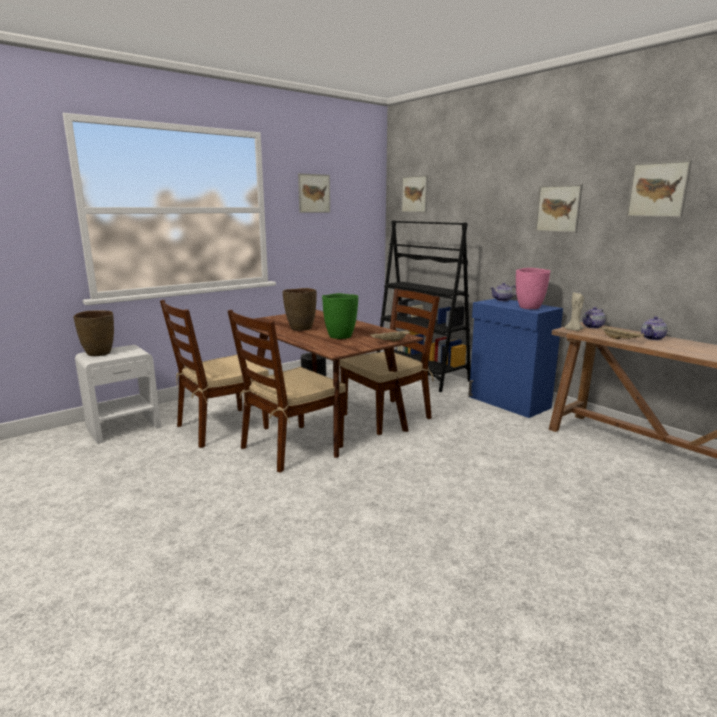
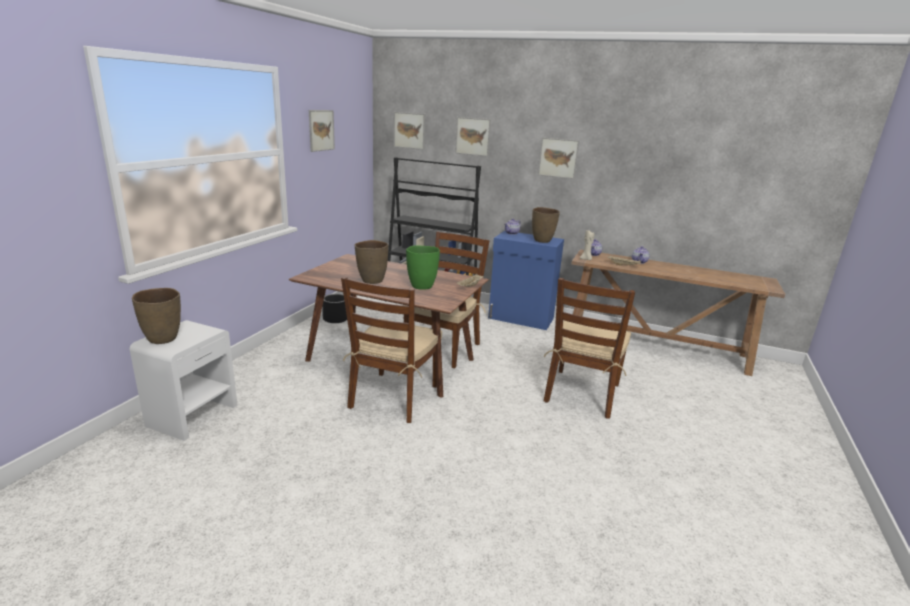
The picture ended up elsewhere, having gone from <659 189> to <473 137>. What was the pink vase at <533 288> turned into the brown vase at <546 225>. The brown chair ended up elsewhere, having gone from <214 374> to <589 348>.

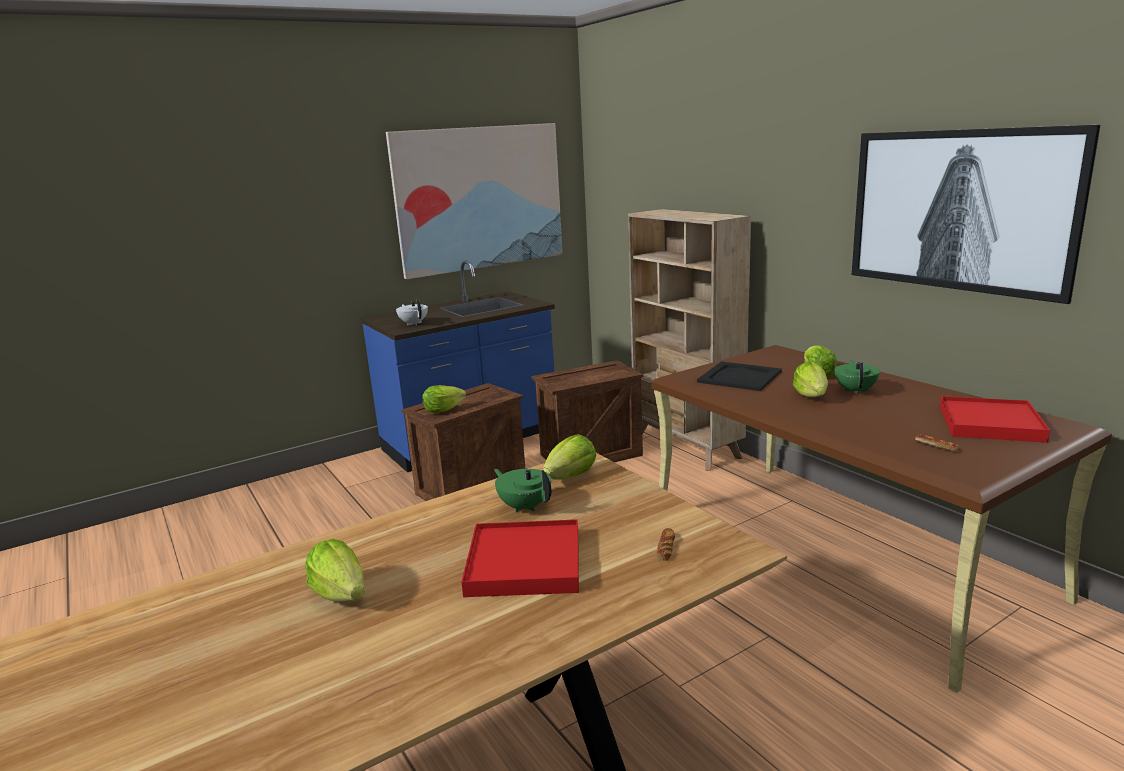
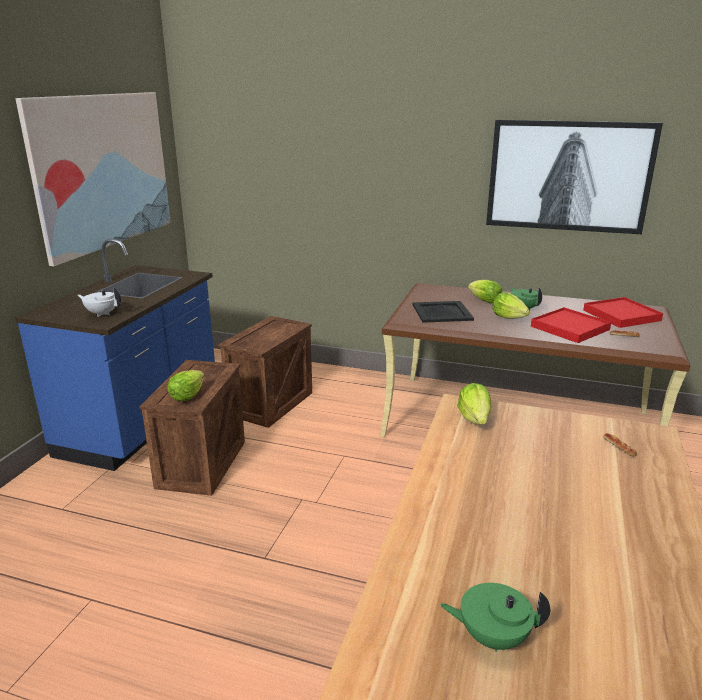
The second view lost the beige bookcase at <689 340>. The green teapot ended up elsewhere, having gone from <522 490> to <495 617>. The red tray ended up elsewhere, having gone from <520 558> to <571 325>. The second view lost the lettuce at <334 570>.

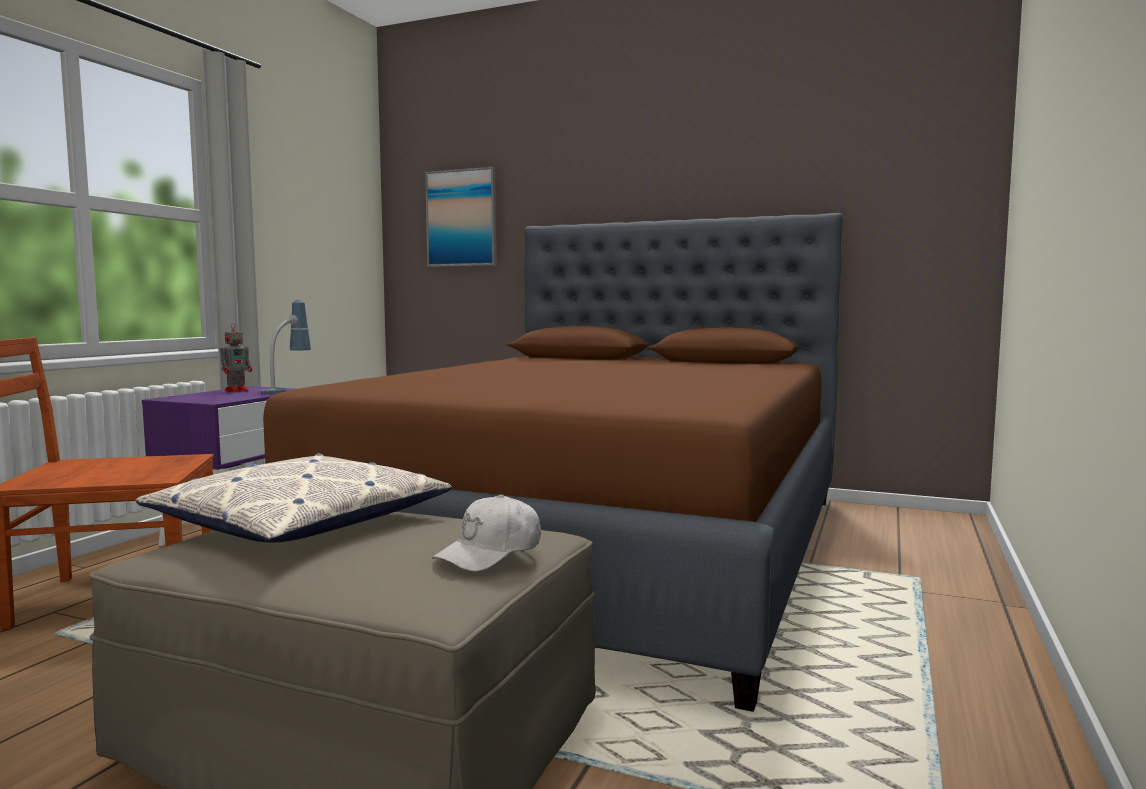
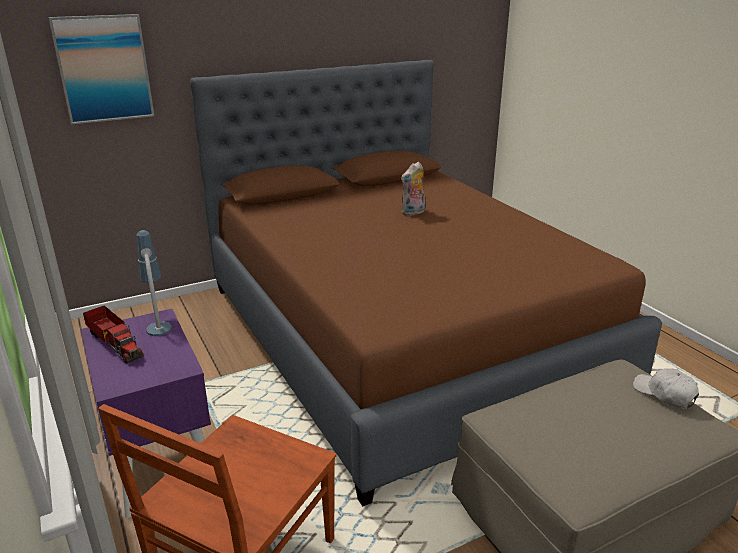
Where the toy robot stood at <236 357>, the toy truck came to stand at <113 335>. The second view lost the pillow at <294 497>. The white cap at <486 533> ended up facing another way, 150 degrees clockwise from before. The second view gained the plush toy at <413 189>.

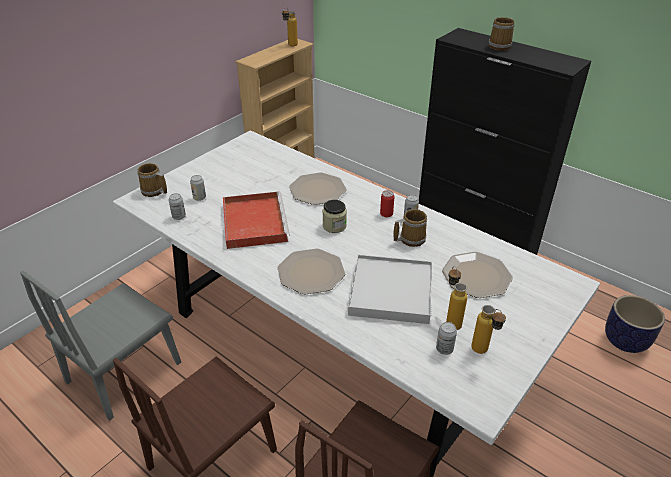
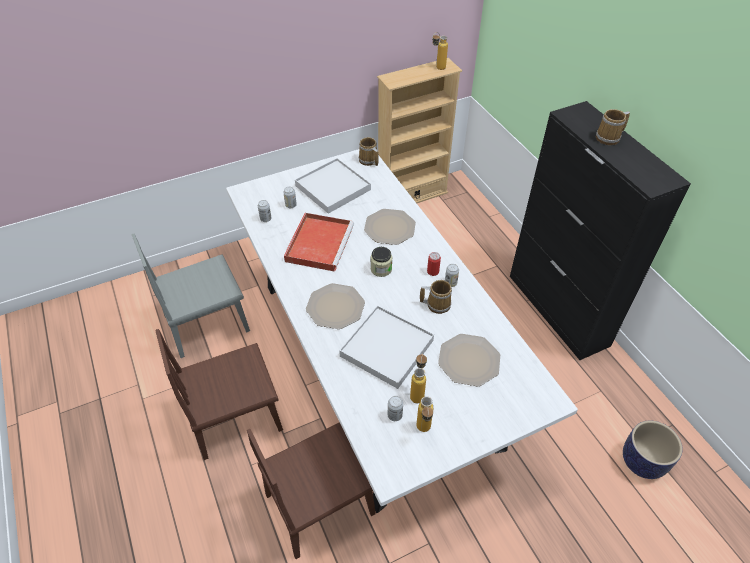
The mug ended up elsewhere, having gone from <152 180> to <369 151>. The second view gained the white tray at <333 186>.

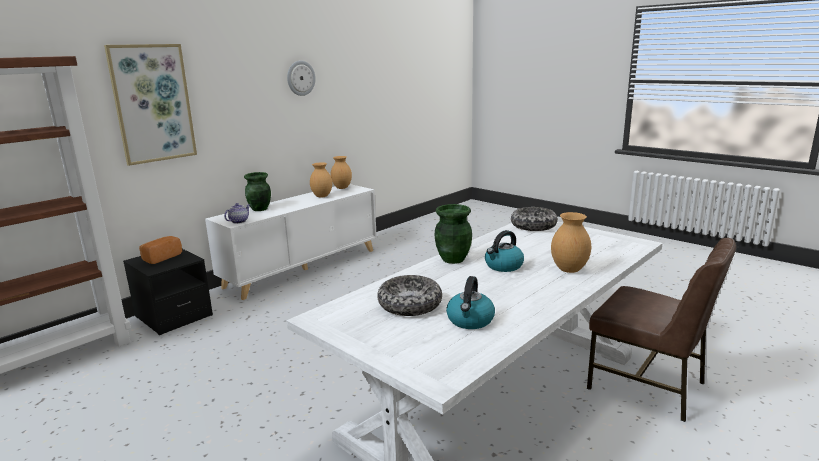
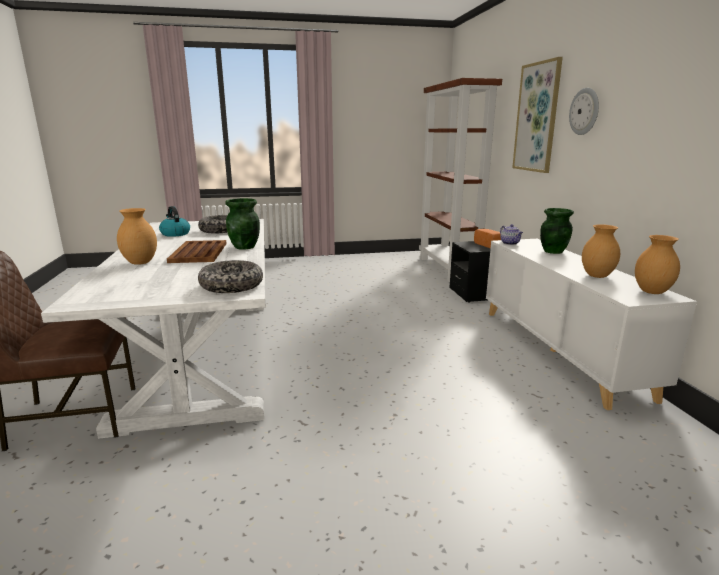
The wall clock ended up elsewhere, having gone from <301 78> to <584 111>. Where the kettle stood at <504 251>, the brown tray came to stand at <197 251>.

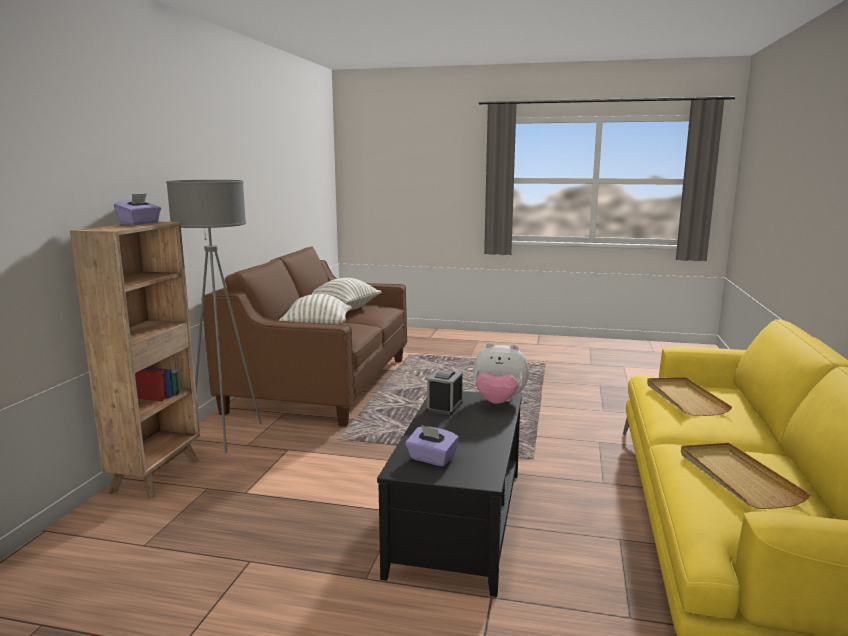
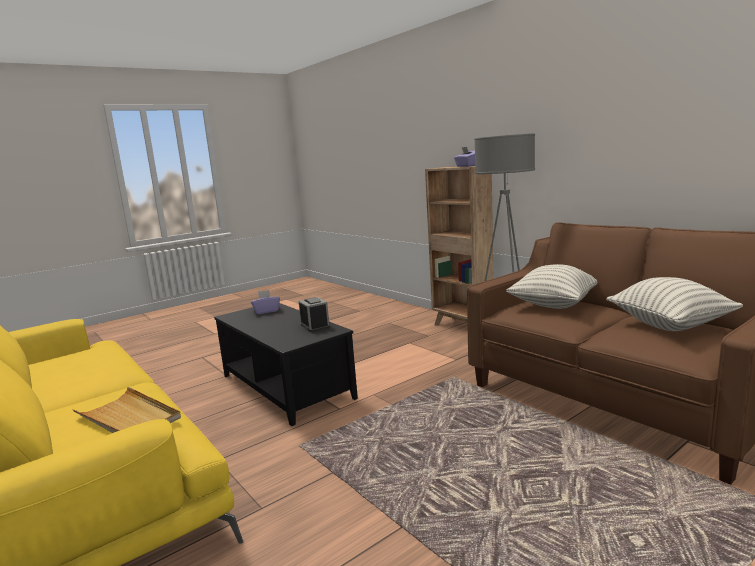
The second view lost the plush toy at <501 373>. The second view lost the beige tray at <746 476>.

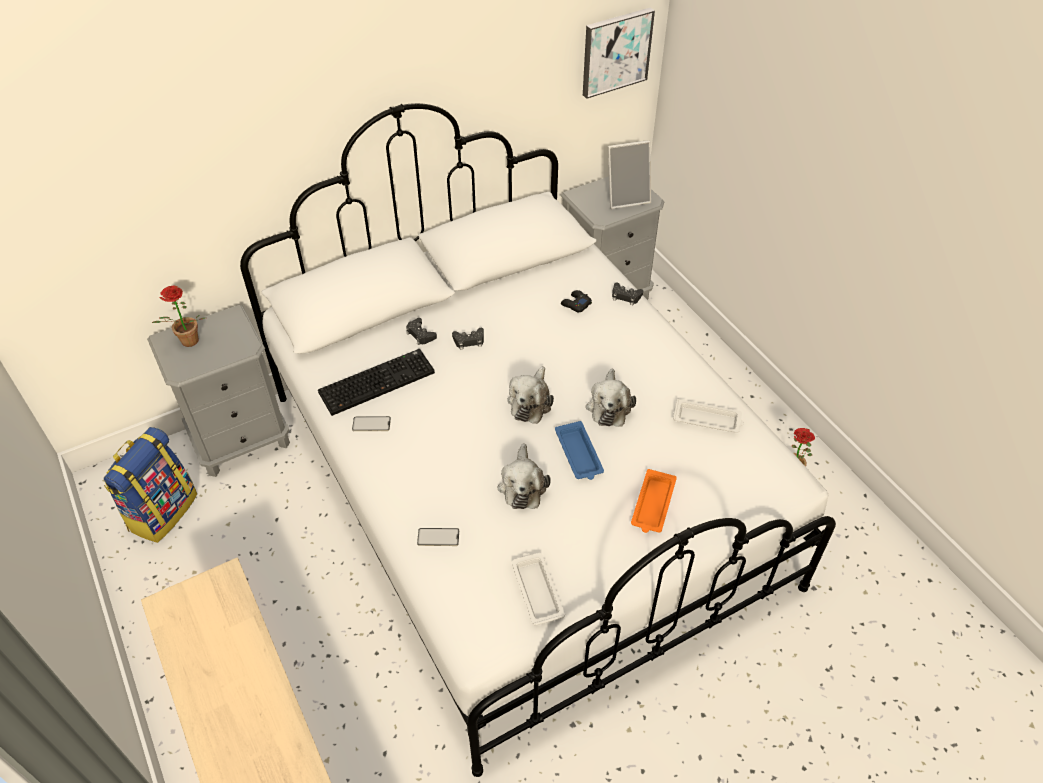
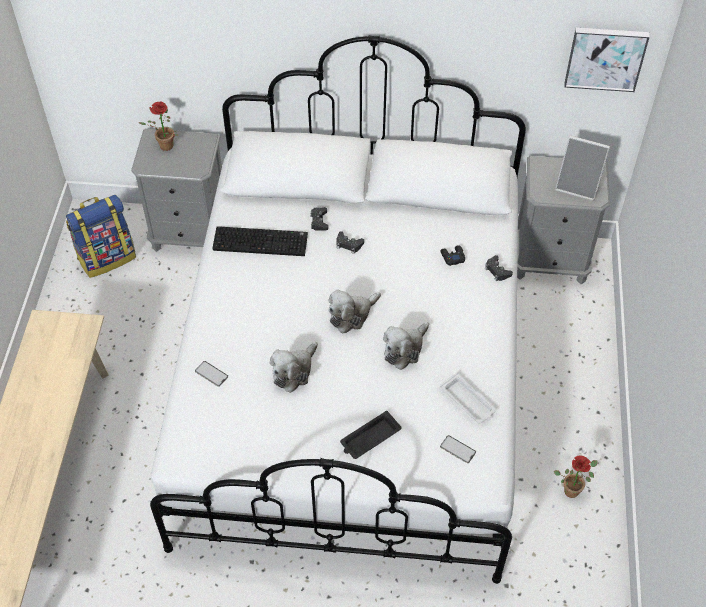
The phone ended up elsewhere, having gone from <371 423> to <458 449>. The second view lost the blue tray at <579 450>. What was the orange tray at <654 501> turned into the black tray at <371 435>. The second view lost the white tray at <538 589>.

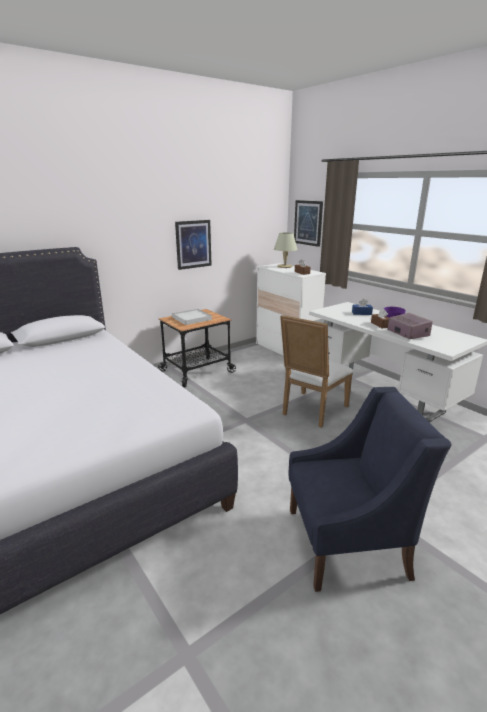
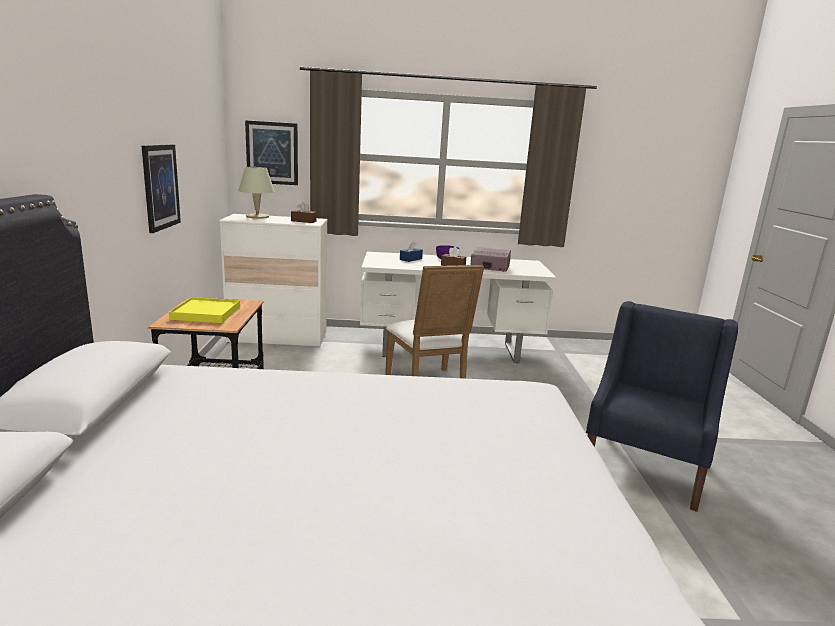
What was the white tray at <192 317> turned into the yellow tray at <204 310>.

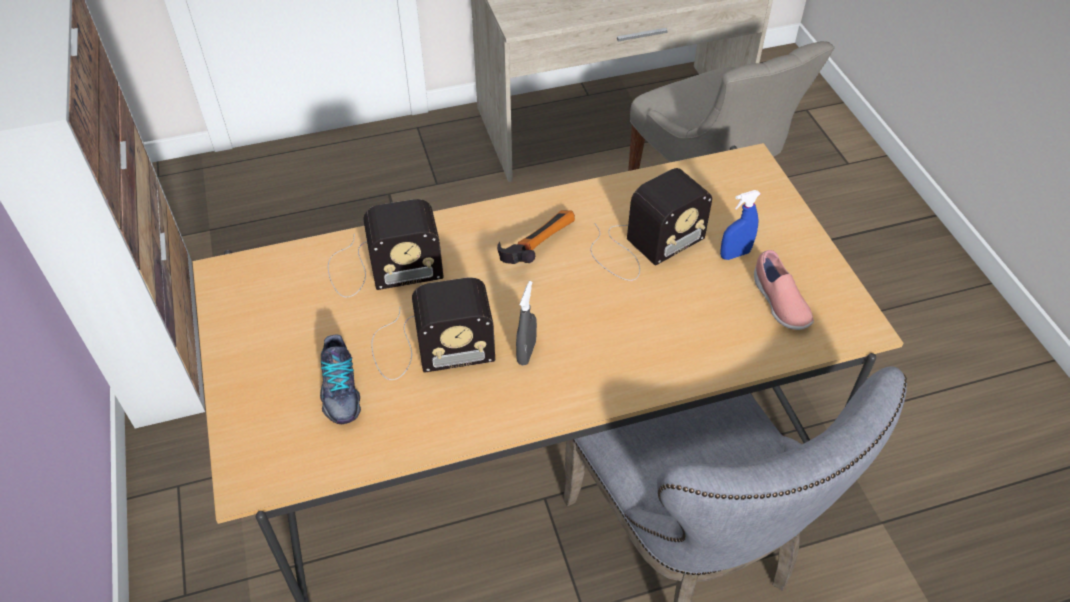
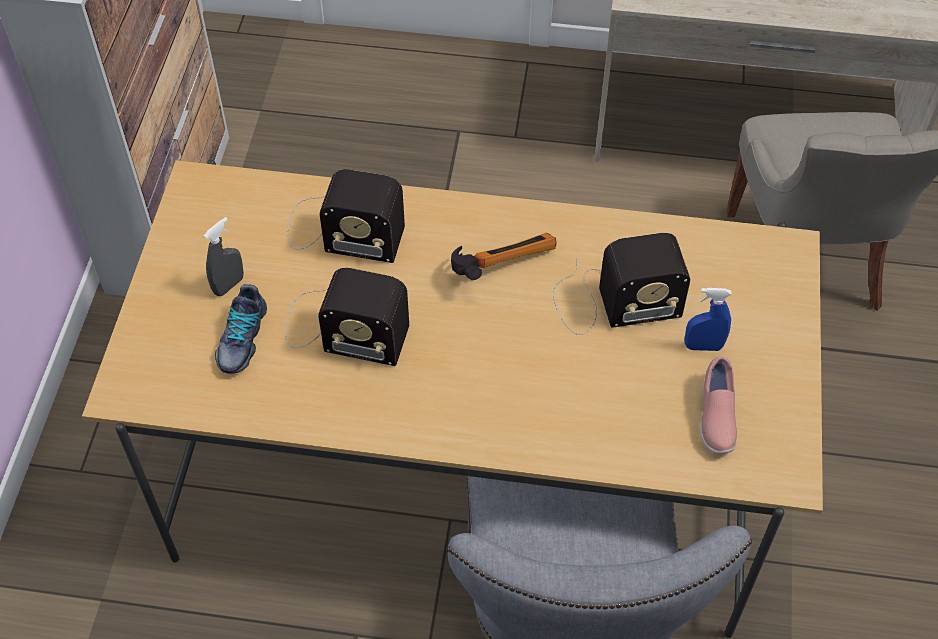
The grey spray bottle ended up elsewhere, having gone from <526 323> to <224 256>.

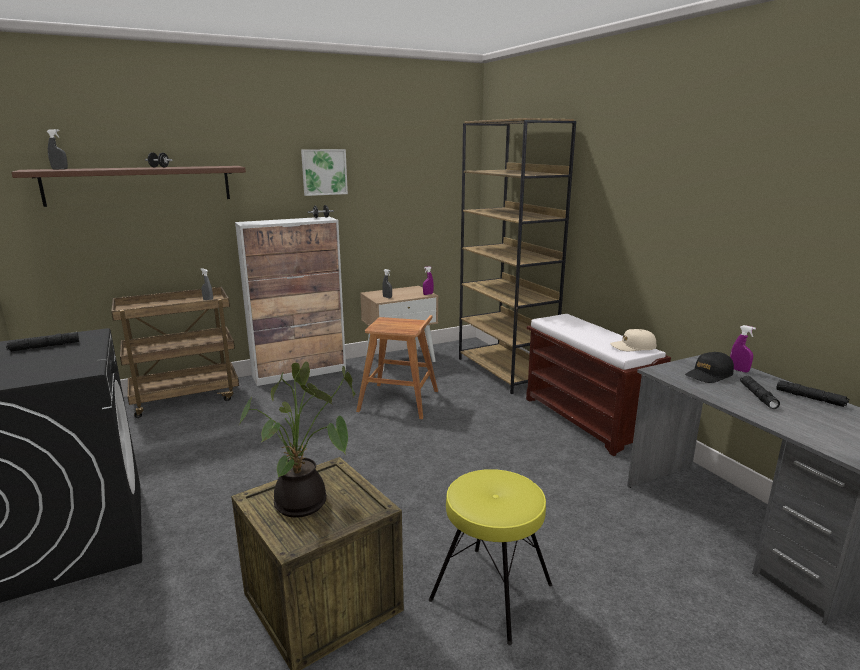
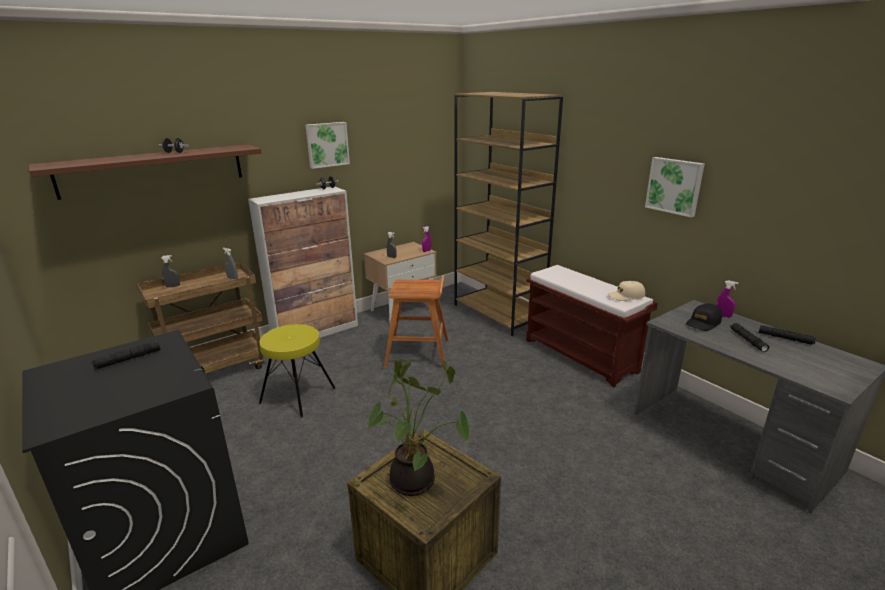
The grey spray bottle ended up elsewhere, having gone from <57 149> to <170 271>. The yellow stool ended up elsewhere, having gone from <490 557> to <297 371>. The second view gained the picture at <675 187>.

